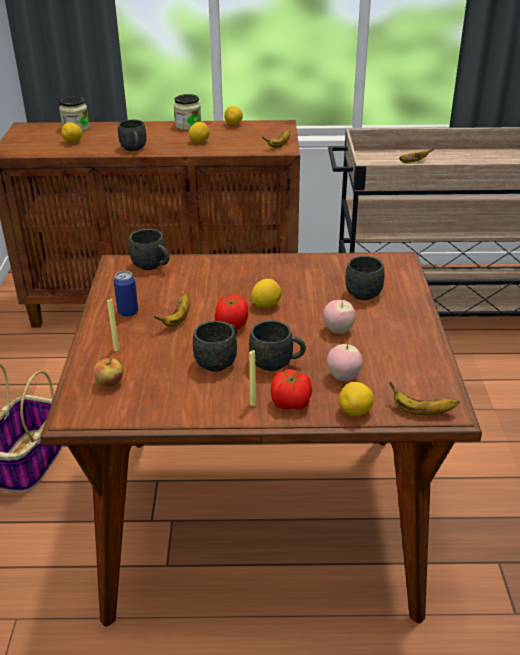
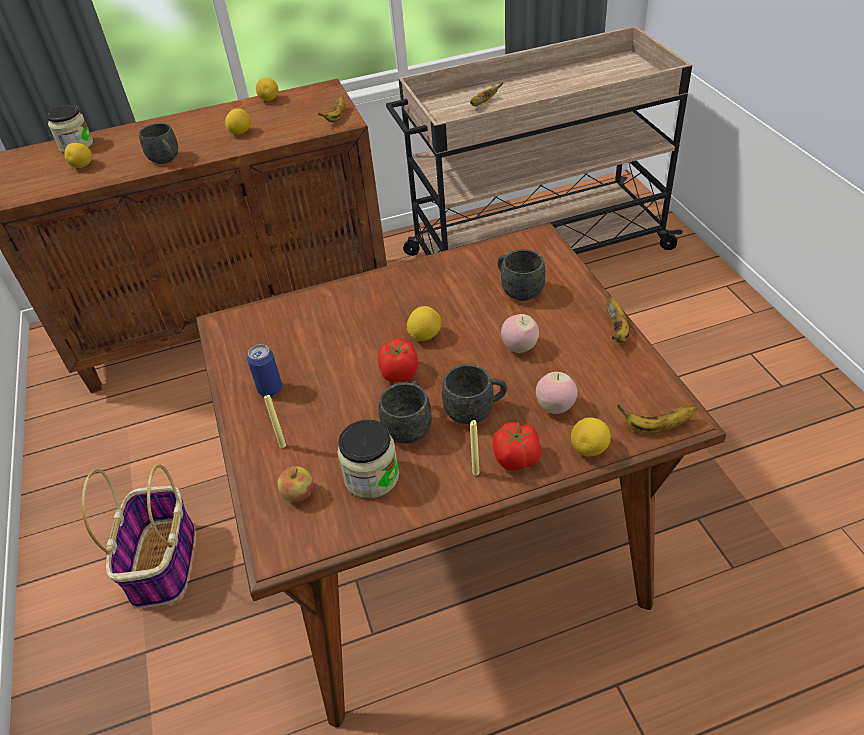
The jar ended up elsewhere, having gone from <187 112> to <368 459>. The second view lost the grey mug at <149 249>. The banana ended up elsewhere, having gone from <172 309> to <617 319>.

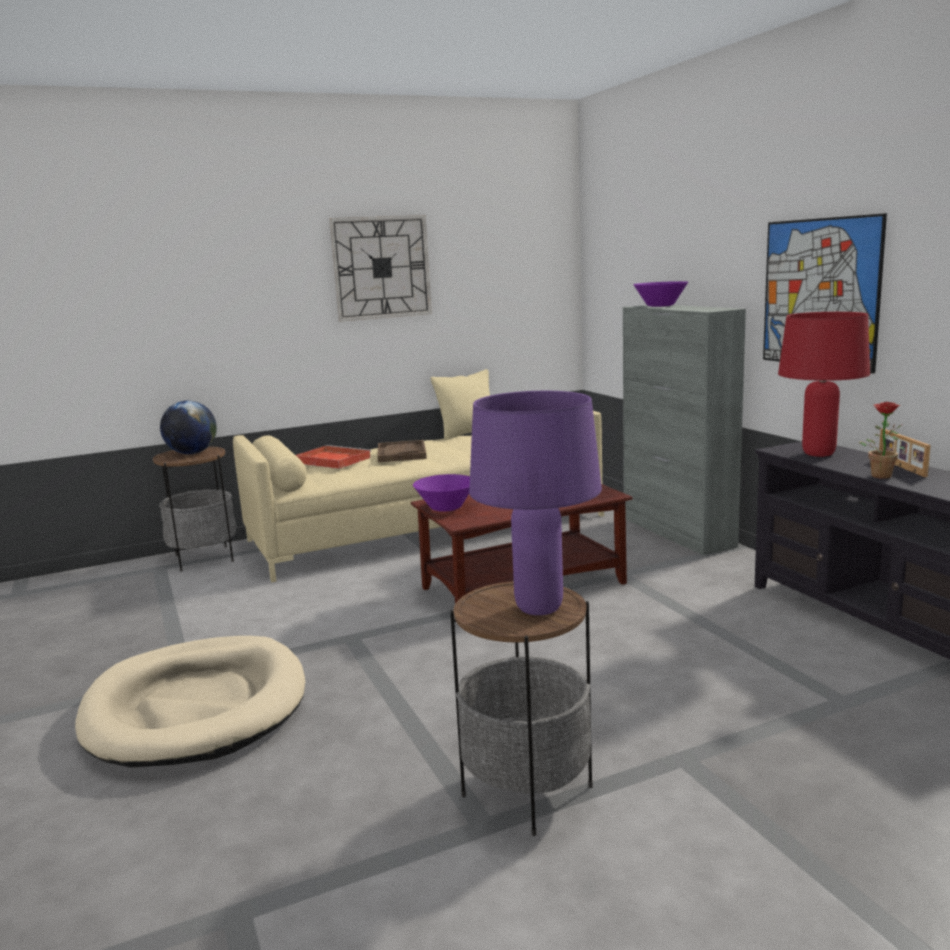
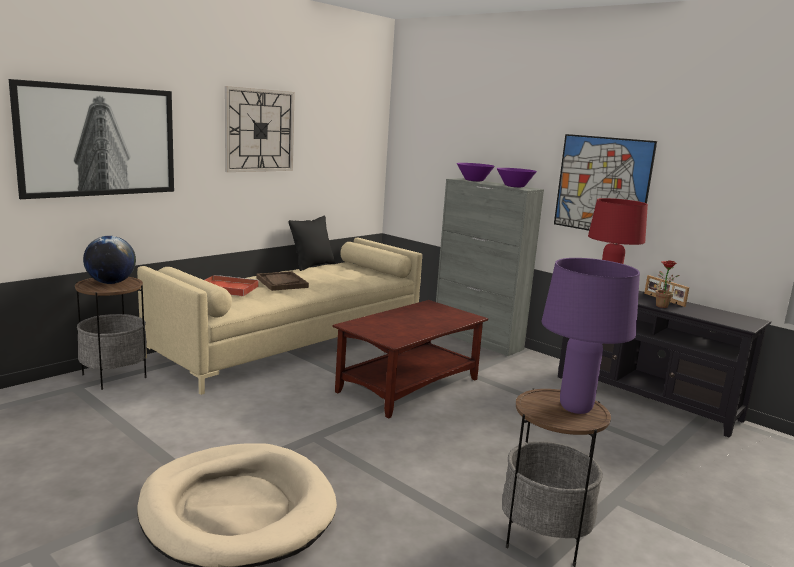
What was the beige pillow at <460 404> turned into the black pillow at <312 243>. The purple bowl ended up elsewhere, having gone from <441 493> to <516 177>. The second view gained the picture at <91 139>.

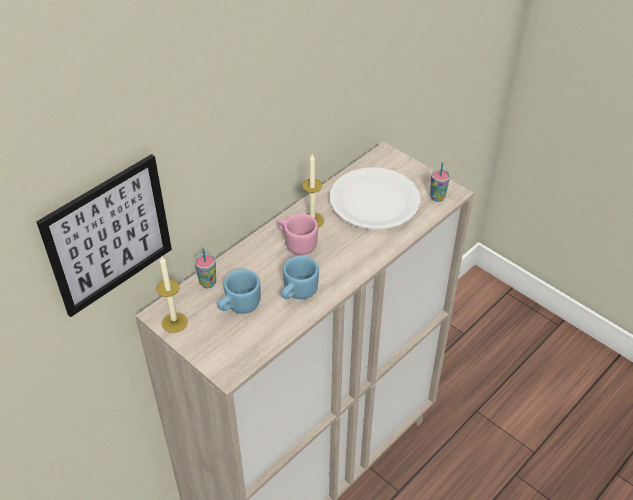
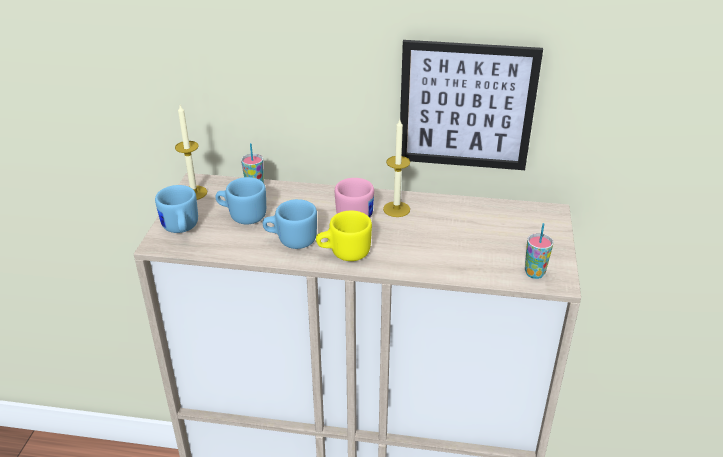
The picture ended up elsewhere, having gone from <104 235> to <471 105>. The second view lost the white plate at <375 198>. The second view gained the blue mug at <176 209>. The second view gained the yellow mug at <344 236>.

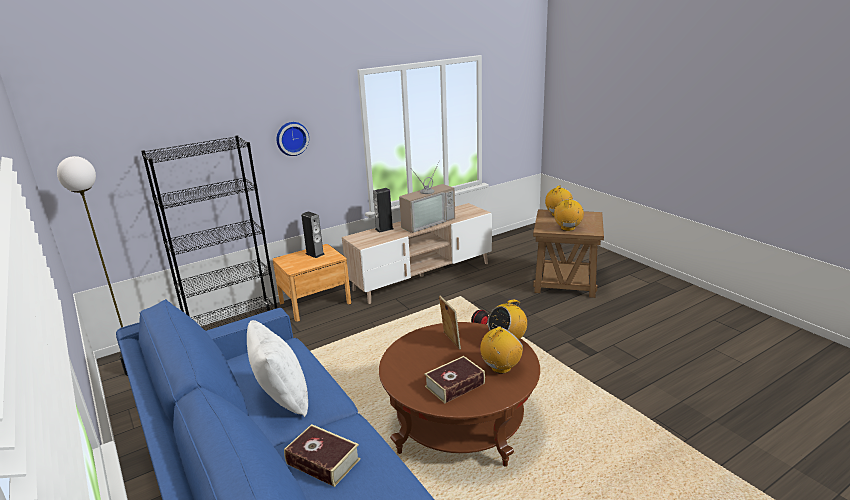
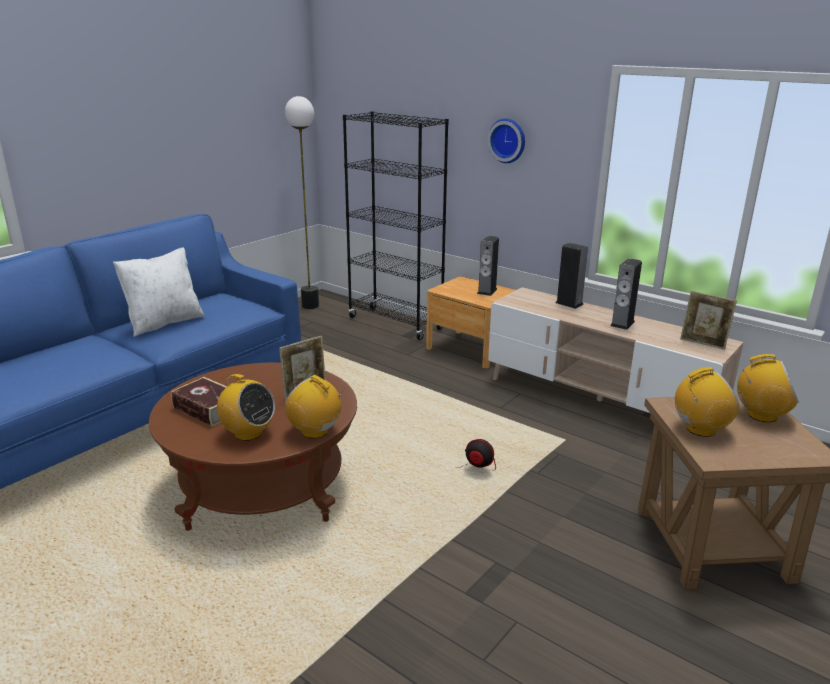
Where the television stood at <427 197>, the speaker came to stand at <626 294>. The second view lost the book at <322 455>. The second view gained the picture frame at <708 320>.

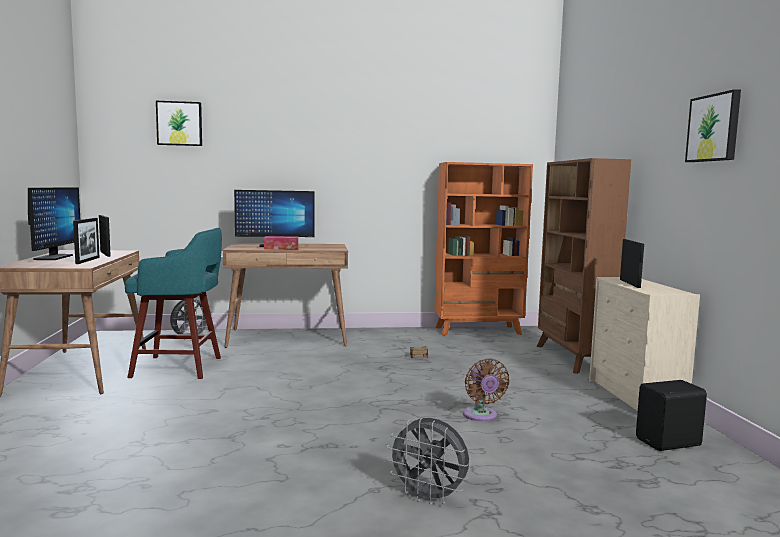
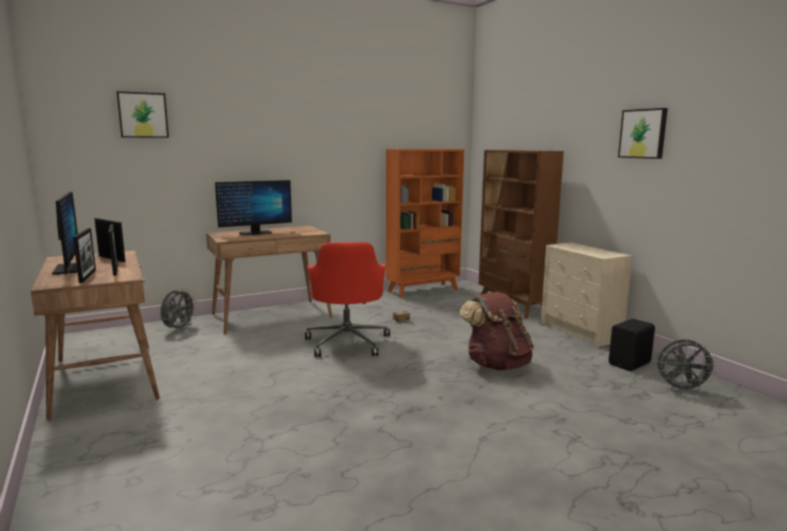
The second view lost the turquoise stool at <173 303>. The second view lost the tissue box at <281 242>. The picture frame ended up elsewhere, having gone from <632 263> to <84 255>. Where the brown fan stood at <486 389>, the brown backpack came to stand at <497 331>. The grey fan ended up elsewhere, having gone from <427 461> to <687 366>. The second view gained the red office chair at <347 299>.

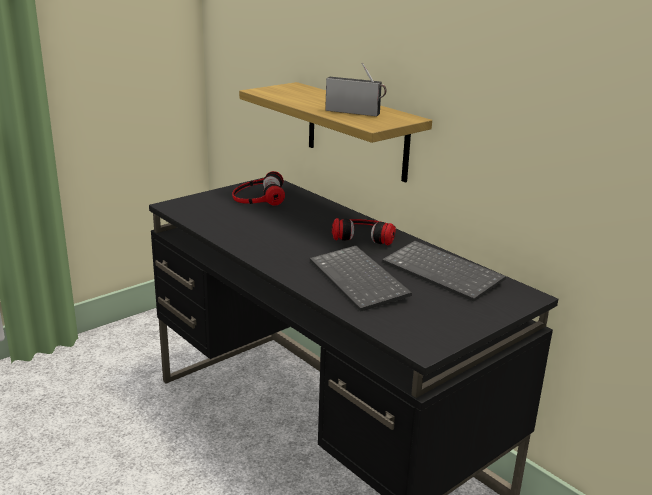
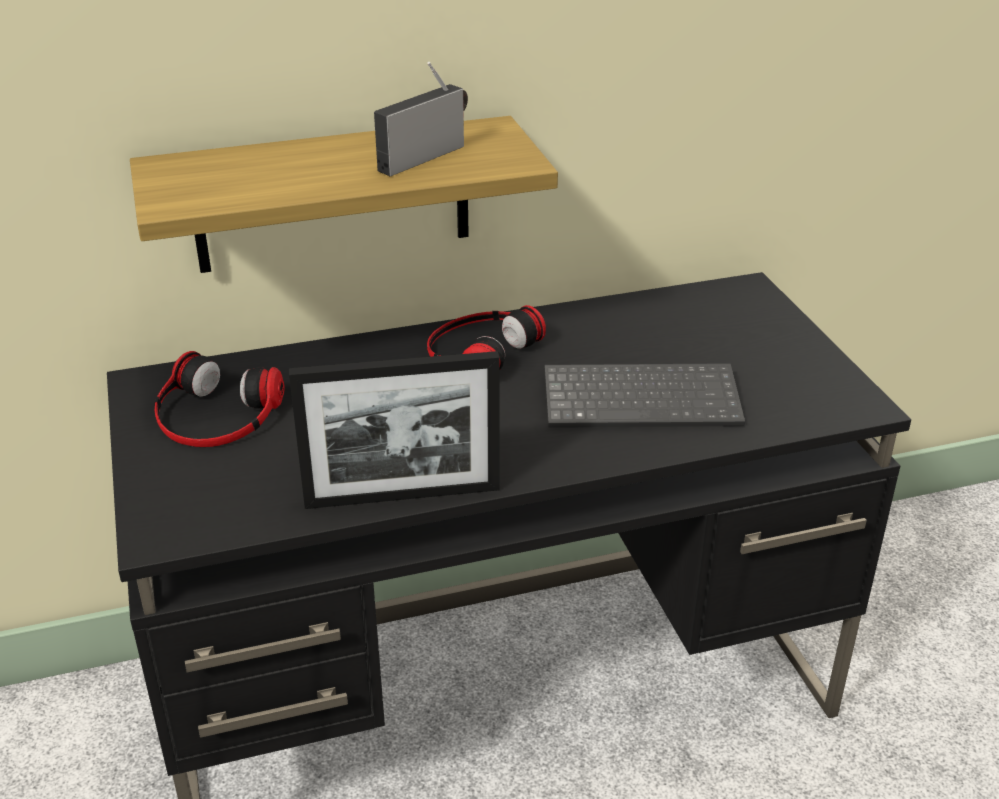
The second view lost the keyboard at <444 271>. The second view gained the picture frame at <394 430>.

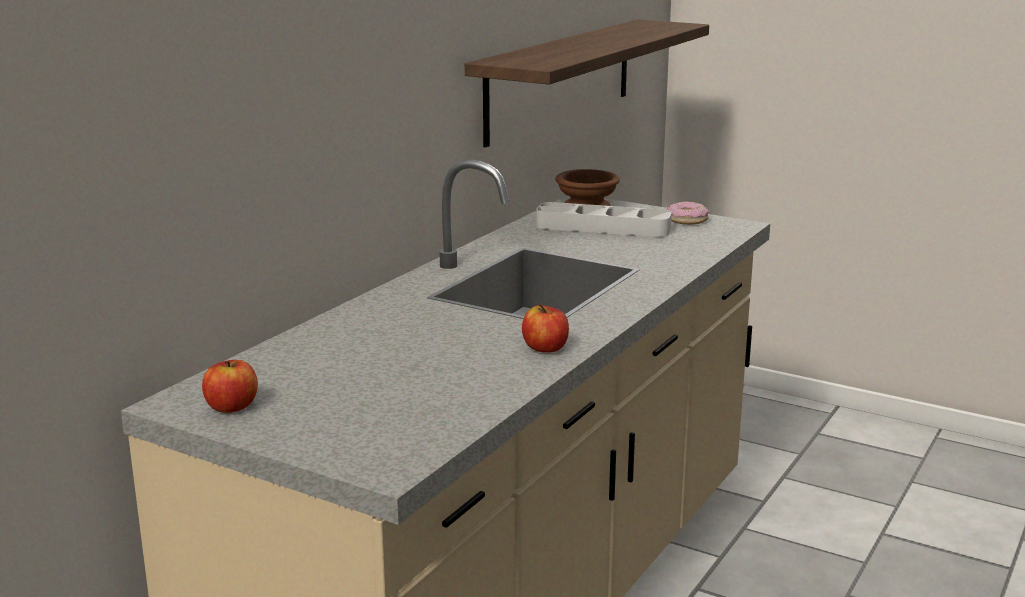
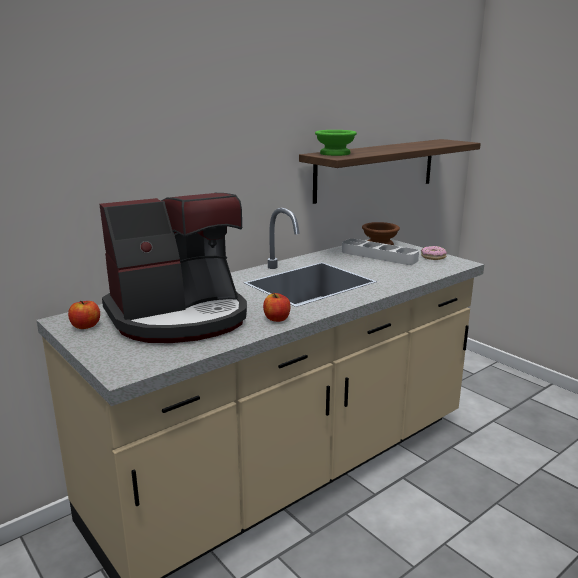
The second view gained the green bowl at <336 143>. The second view gained the coffee machine at <173 268>.

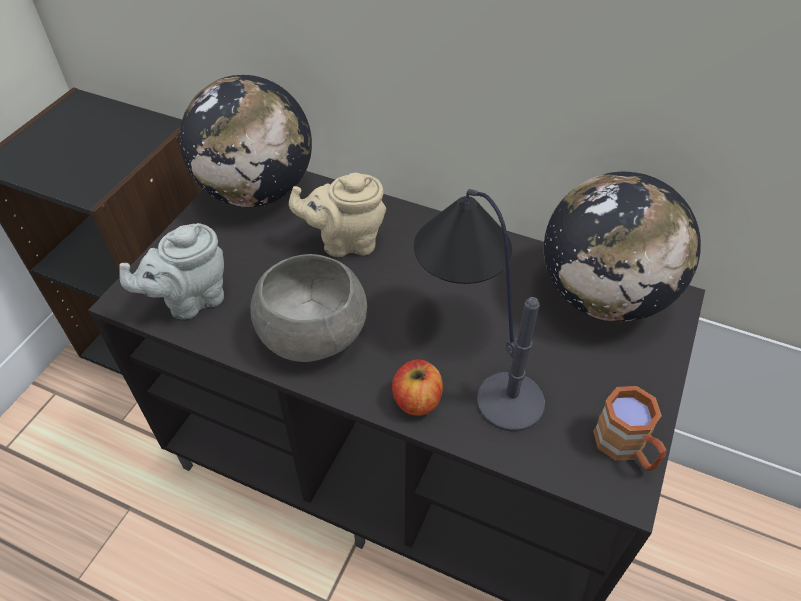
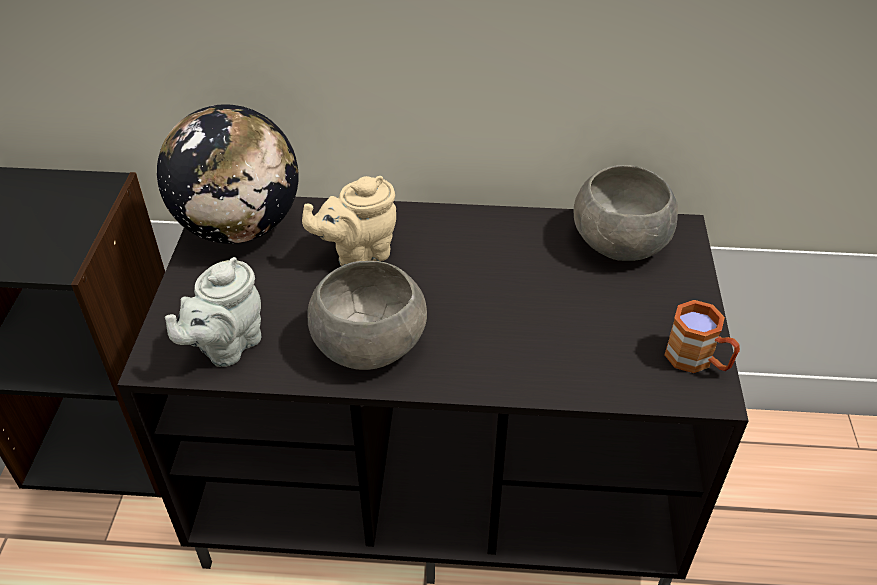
Where the globe stood at <622 247>, the grey bowl came to stand at <626 213>. The second view lost the table lamp at <479 310>. The second view lost the apple at <417 388>.

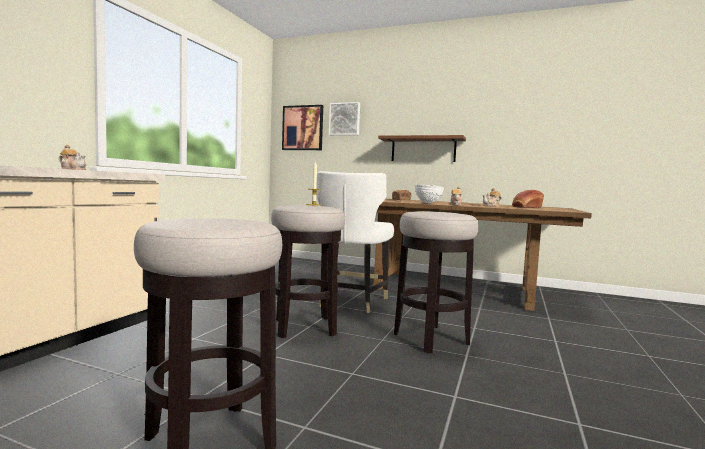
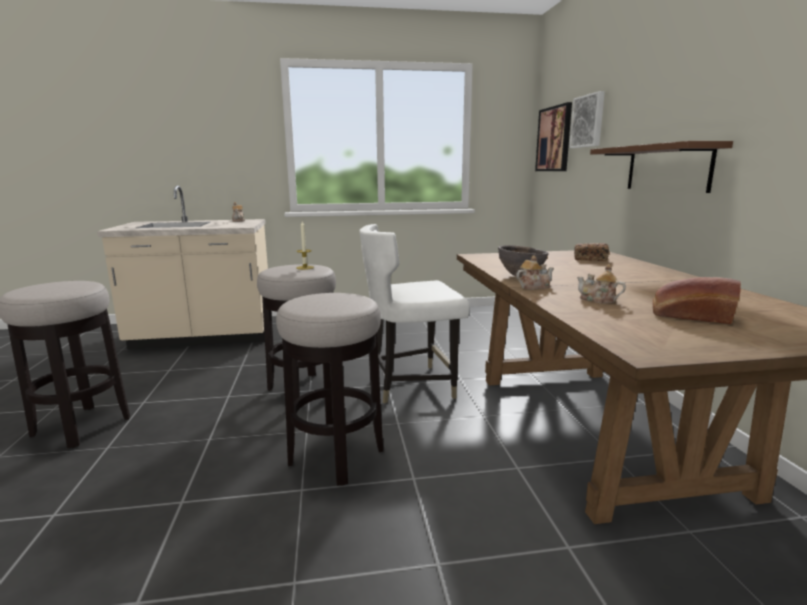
What was the white bowl at <429 194> turned into the brown bowl at <523 261>.

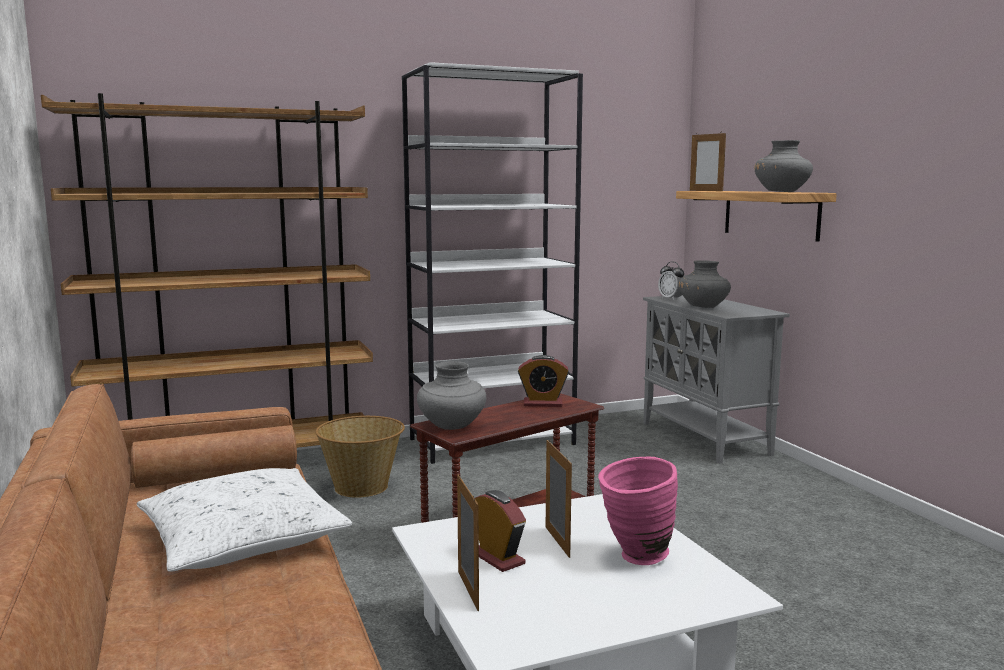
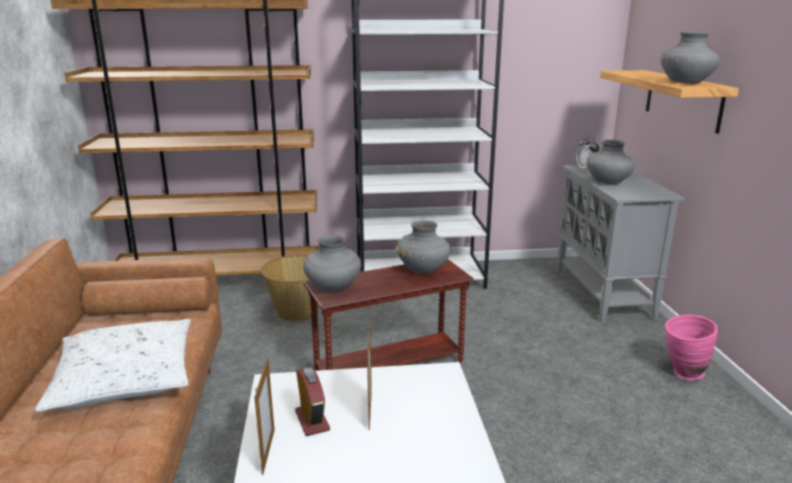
The second view lost the picture frame at <708 162>. Where the alarm clock stood at <543 381>, the grey vase came to stand at <424 247>. The pink vase ended up elsewhere, having gone from <638 511> to <691 348>.

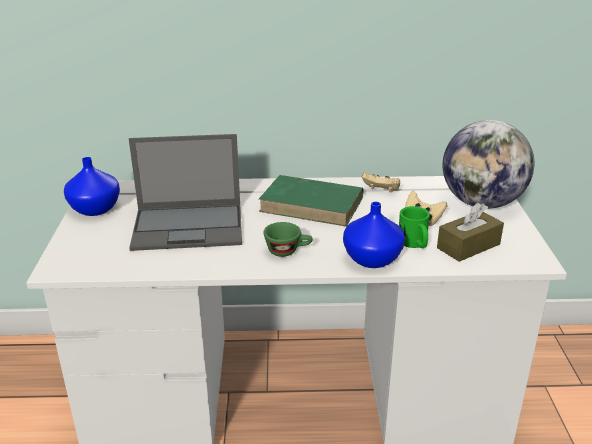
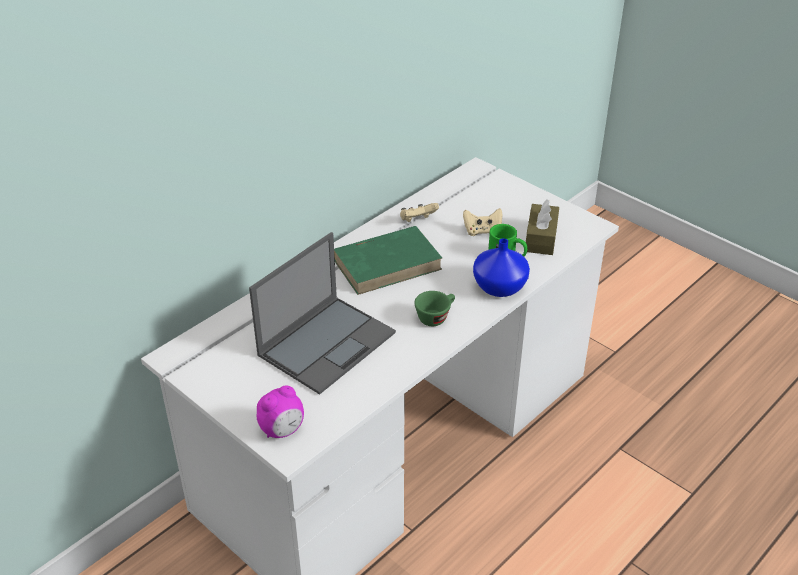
The second view lost the globe at <488 164>. The second view lost the blue vase at <92 186>. The second view gained the alarm clock at <280 411>.

